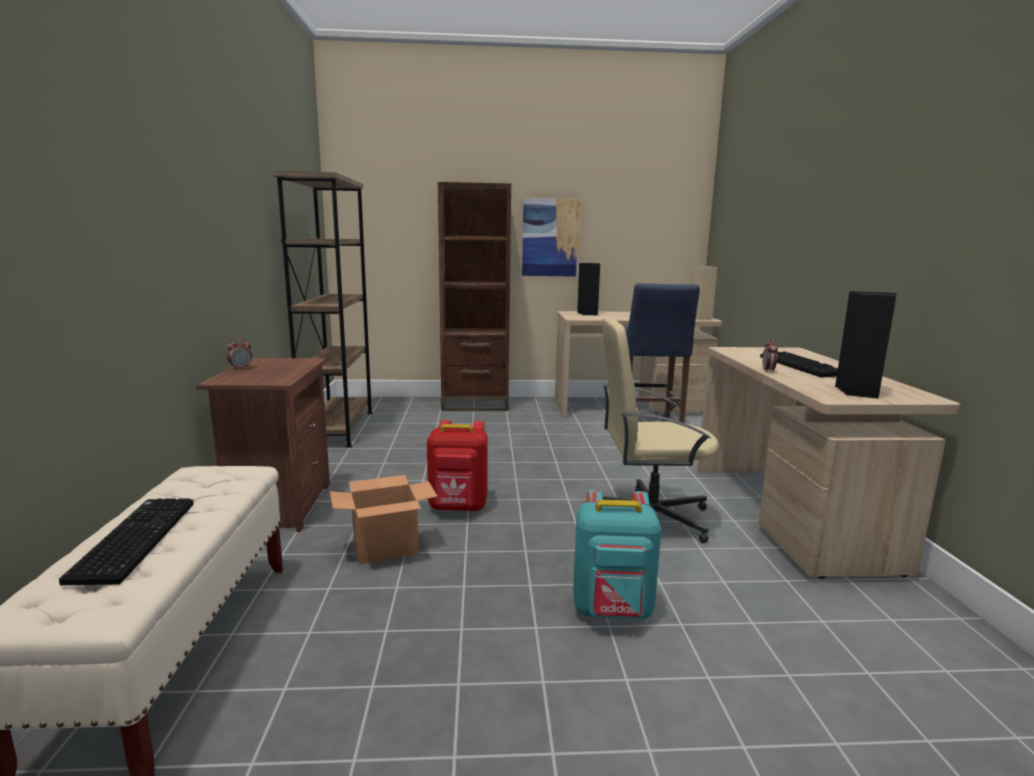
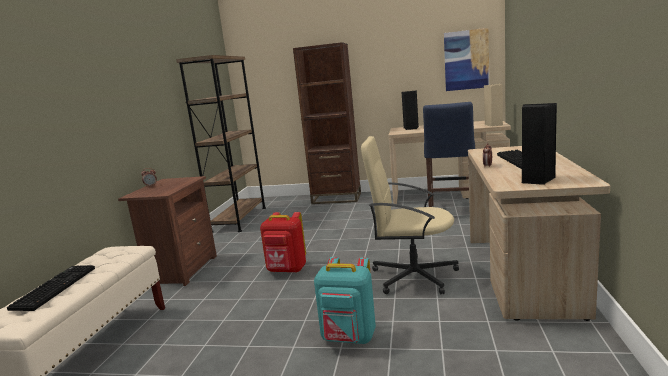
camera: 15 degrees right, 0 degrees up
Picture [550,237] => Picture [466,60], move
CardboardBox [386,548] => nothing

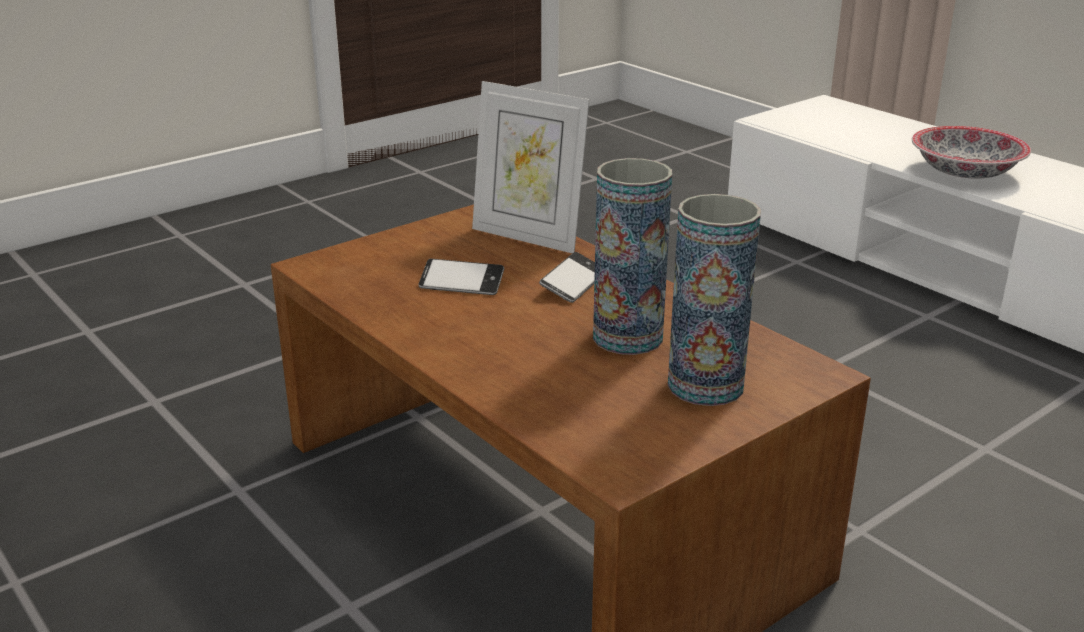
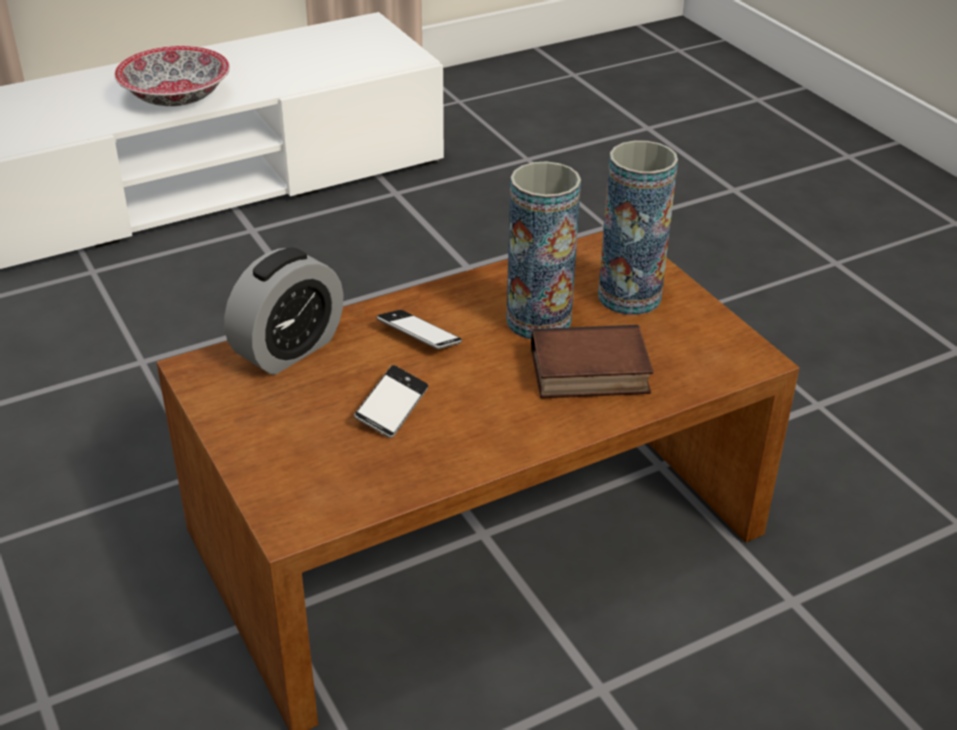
camera: 80 degrees left, 10 degrees up
PictureFrame [528,236] => AlarmClock [288,349]
nothing => Book [588,374]

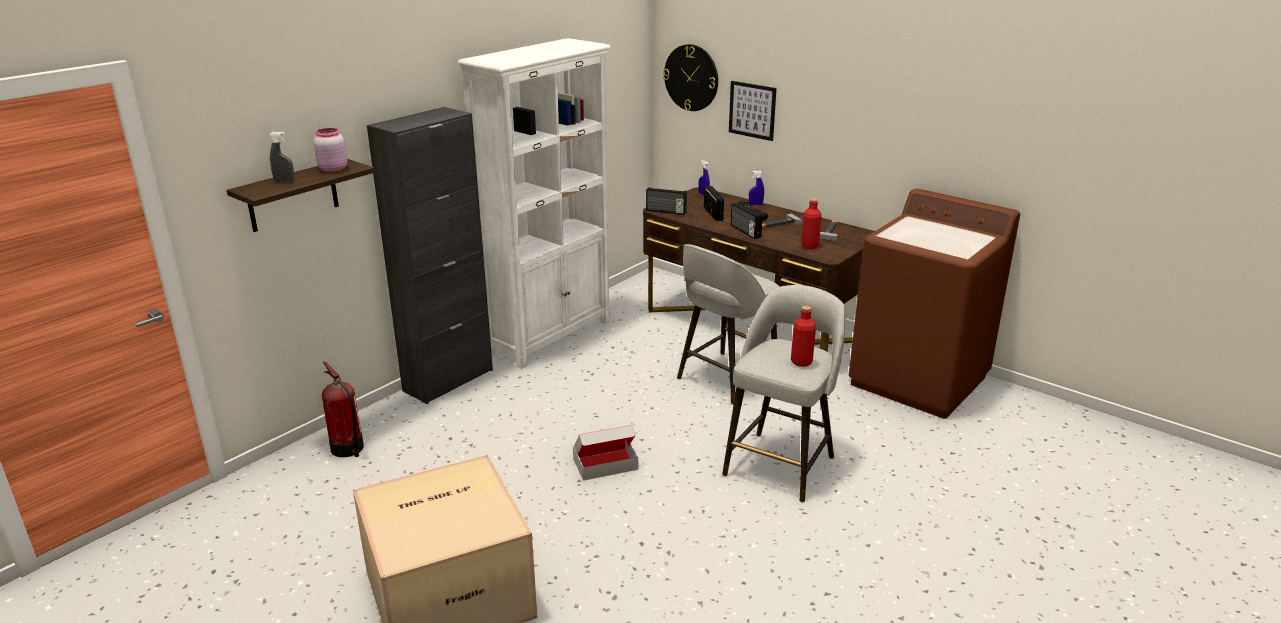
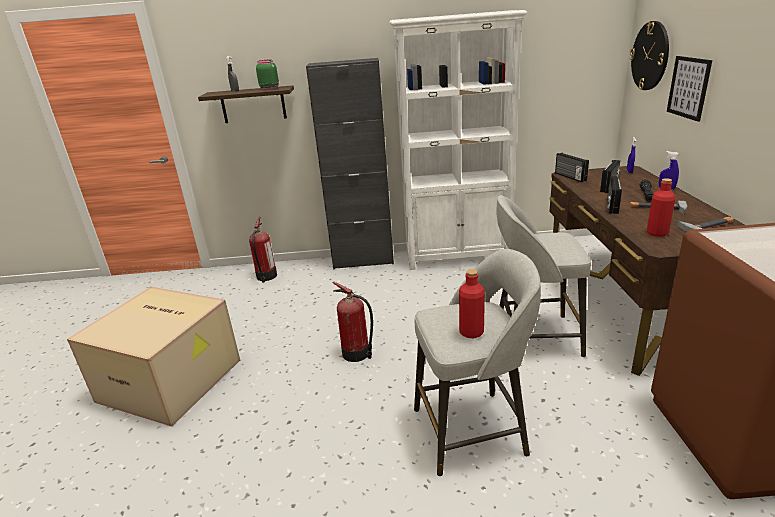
camera: 50 degrees right, 0 degrees up
PinkJar [332,169] => GreenJar [269,88]
CardboardBox [605,464] => FireExtinguisher [357,353]

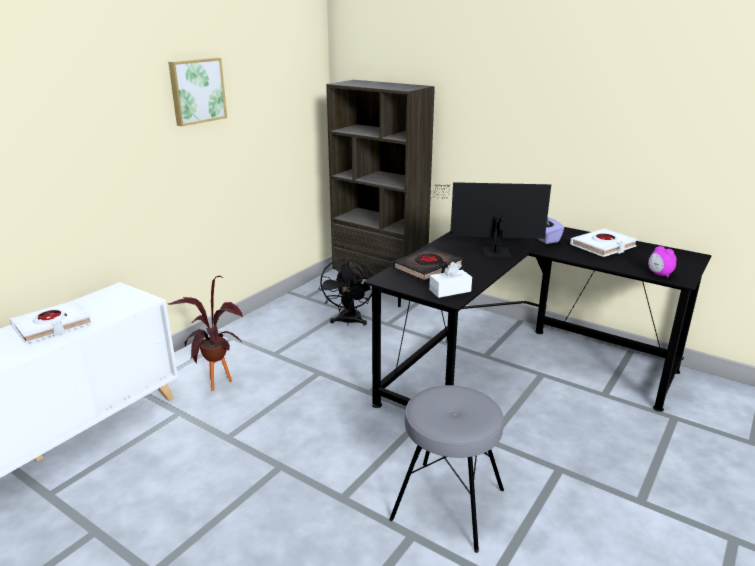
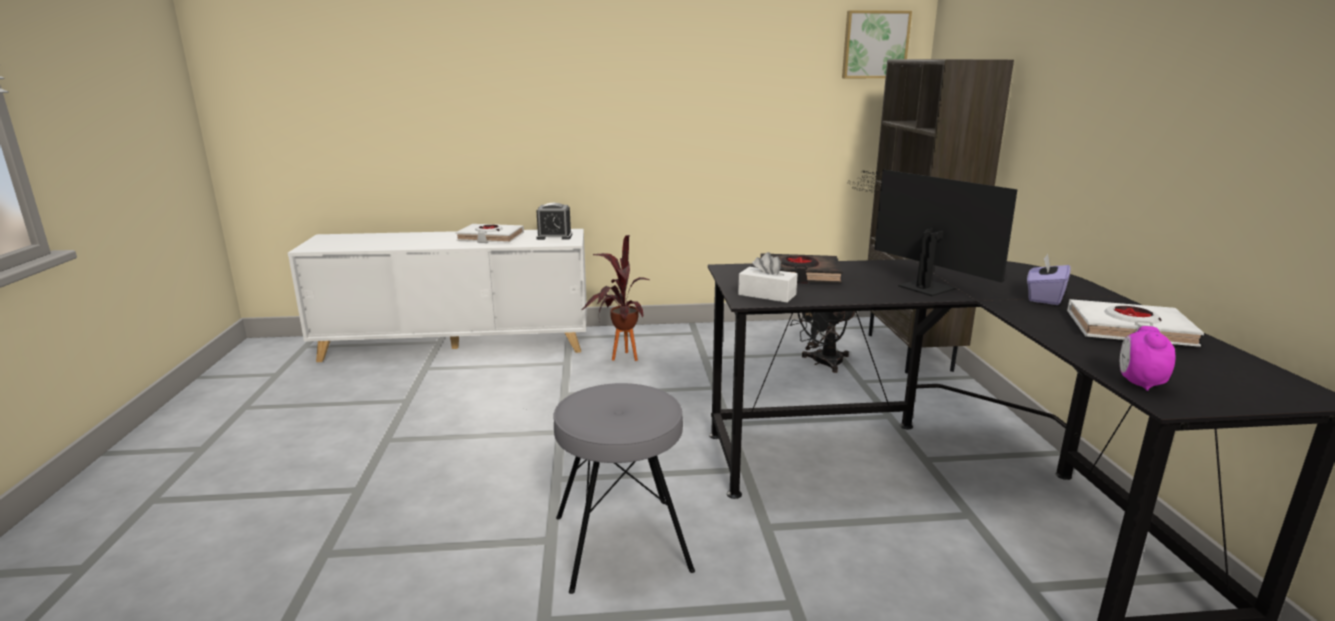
camera: 50 degrees right, 5 degrees down
nothing => AlarmClock [554,236]
Picture [196,91] => Picture [875,45], move

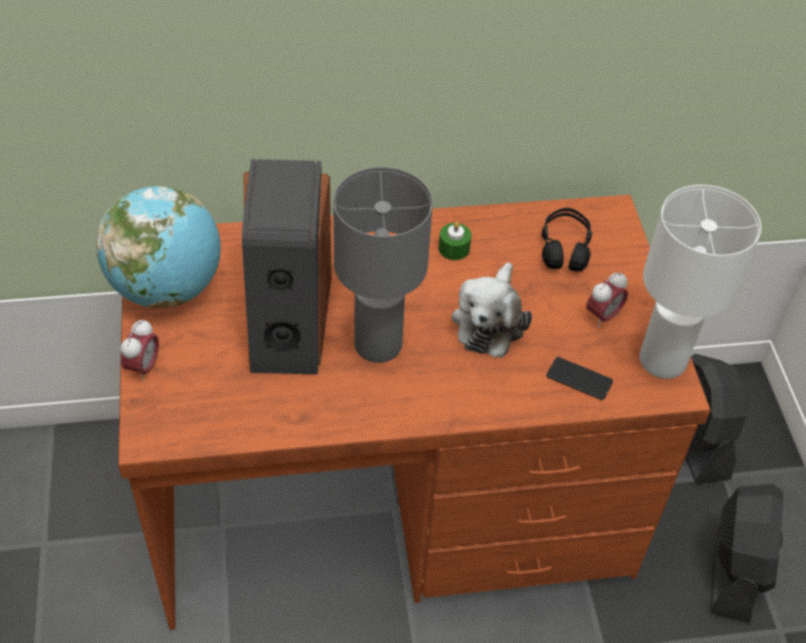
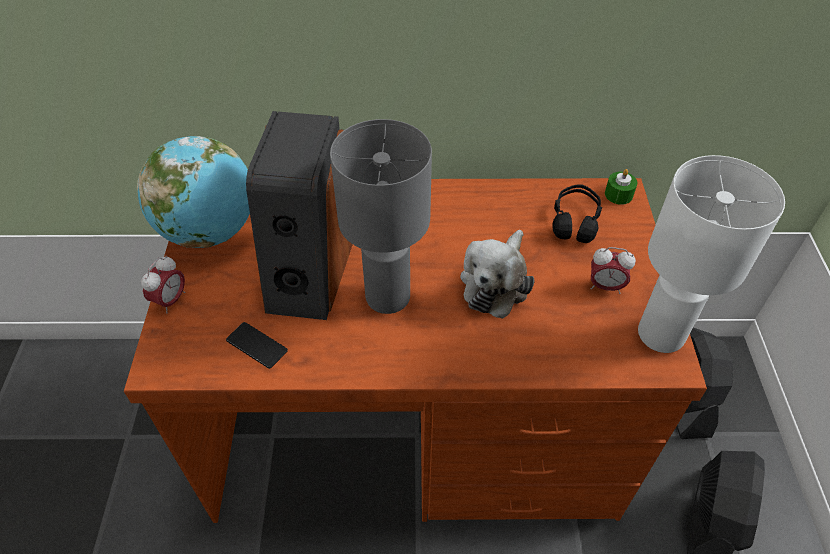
camera: 10 degrees right, 0 degrees up
Phone [579,379] => Phone [257,345], move
AlarmClock [603,316] => AlarmClock [605,286], 45 degrees clockwise
GreenCandle [454,248] => GreenCandle [618,194], move

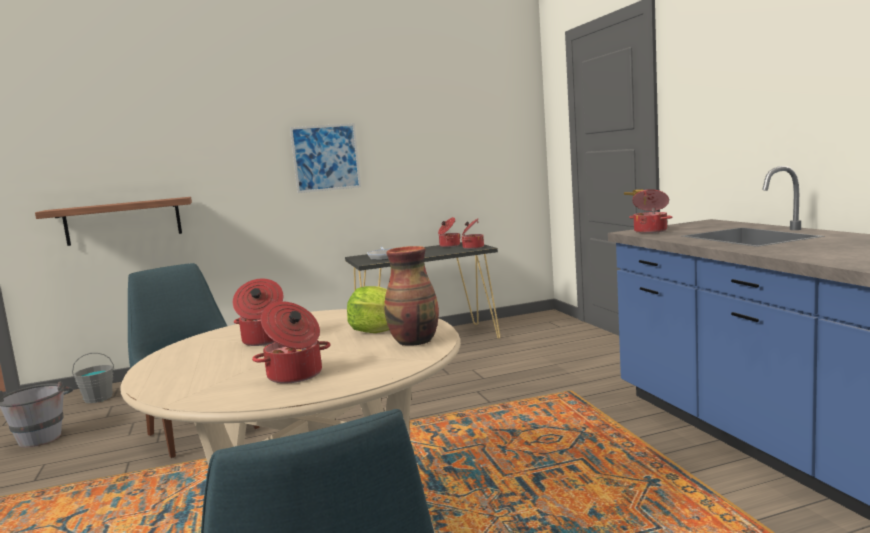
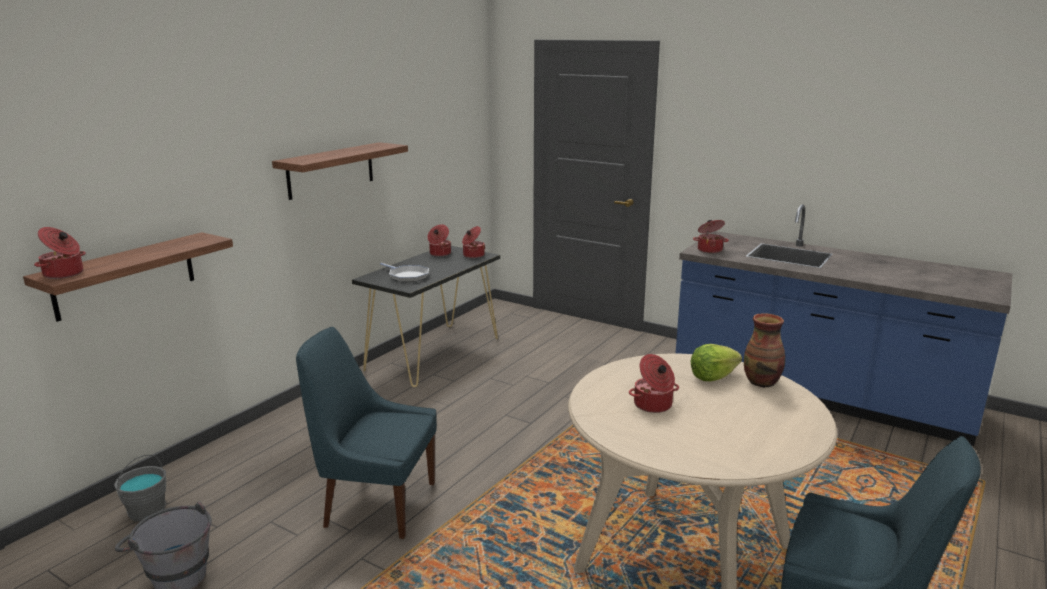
camera: 40 degrees left, 10 degrees up
CookingPot [295,375] => CookingPot [64,274], move
Picture [326,158] => Shelf [331,170]

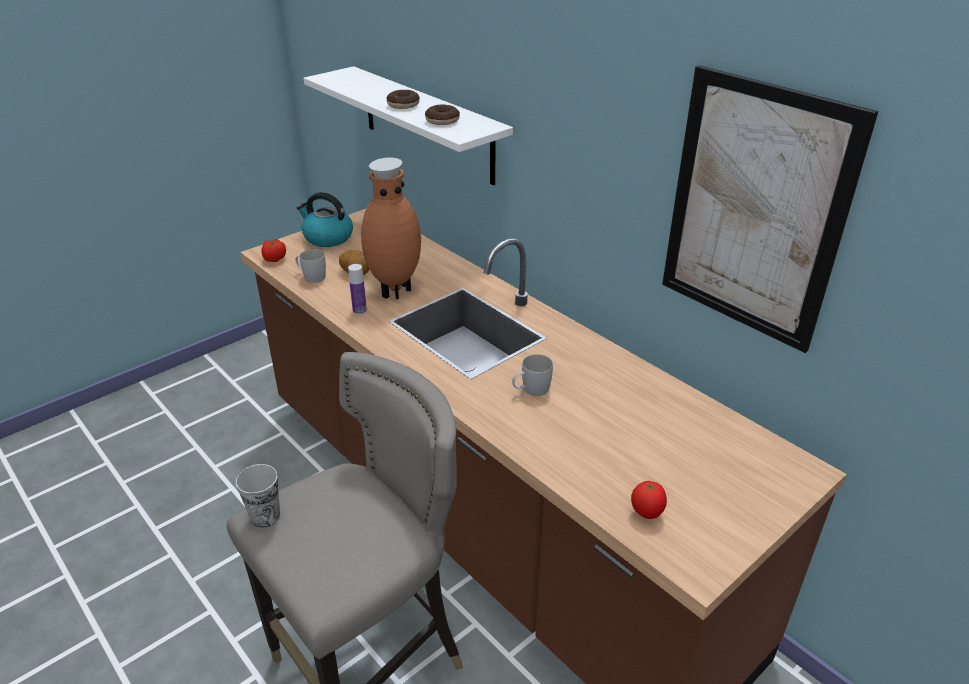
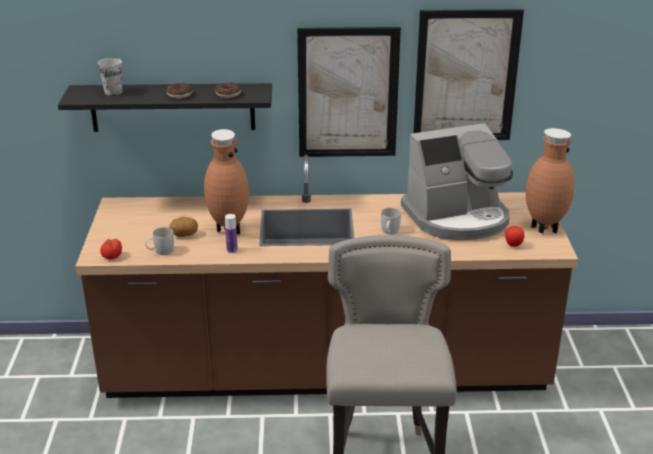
camera: 50 degrees left, 5 degrees down
WhiteShelf [426,124] => BlackShelf [172,107]
Cup [265,516] => Cup [113,92], move
nothing => Picture [348,93]
nothing => CoffeeMachine [457,218]
nothing => BrownVase [543,229]
Kettle [327,237] => nothing

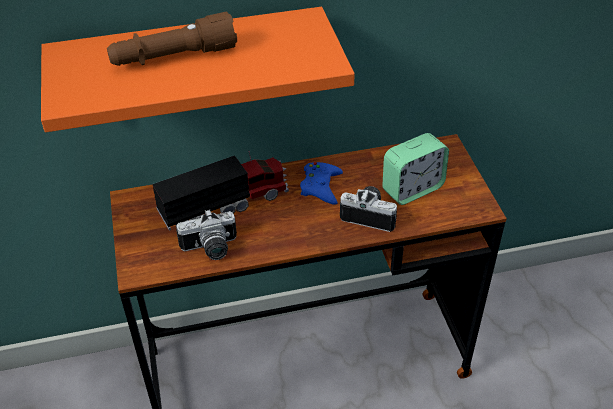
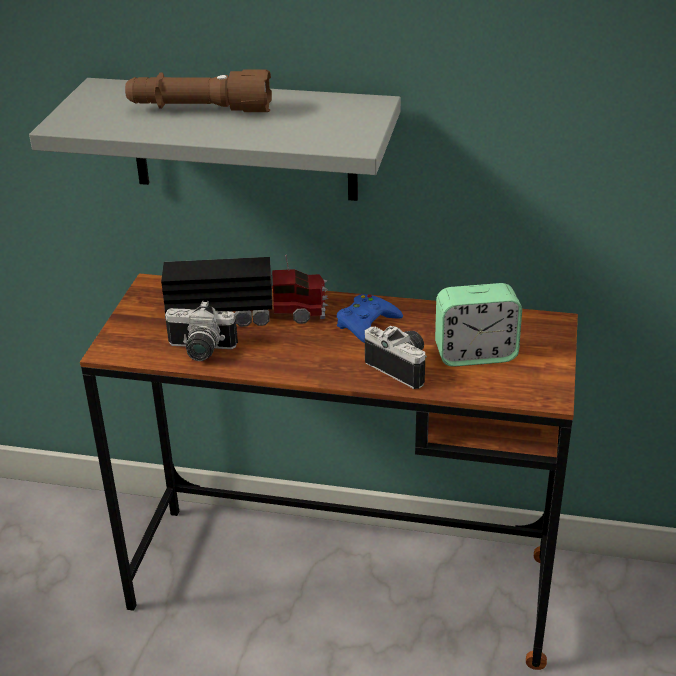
camera: 25 degrees right, 10 degrees down
OrangeShelf [191,66] => GreyShelf [243,140]

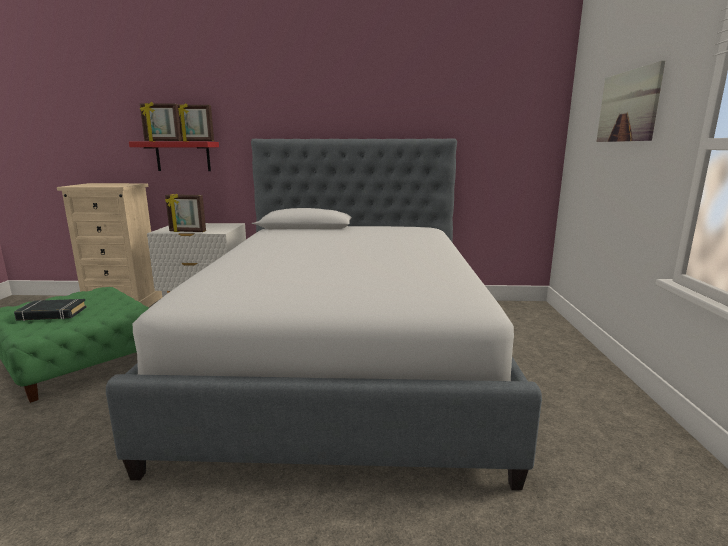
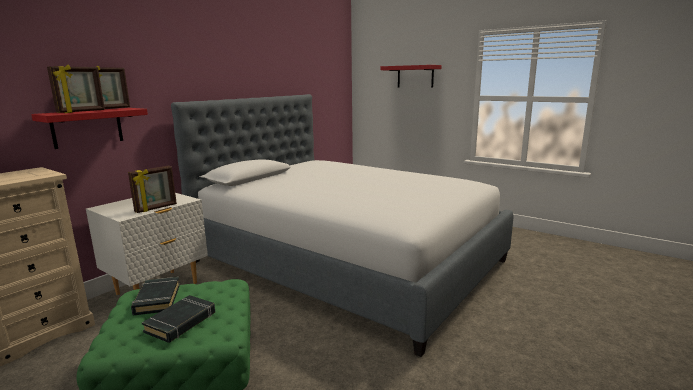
camera: 55 degrees left, 0 degrees up
nothing => BlackBook [157,299]
Picture [628,106] => RedShelf [415,76]

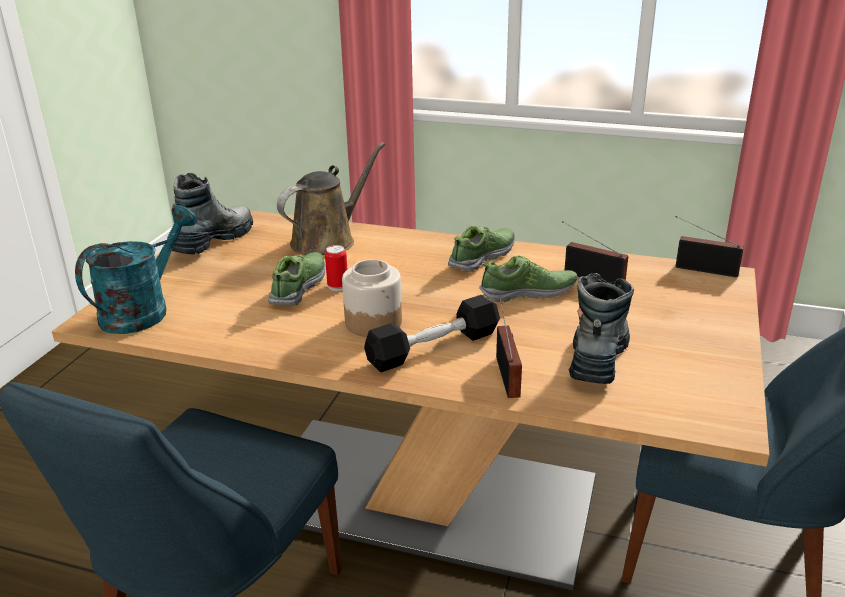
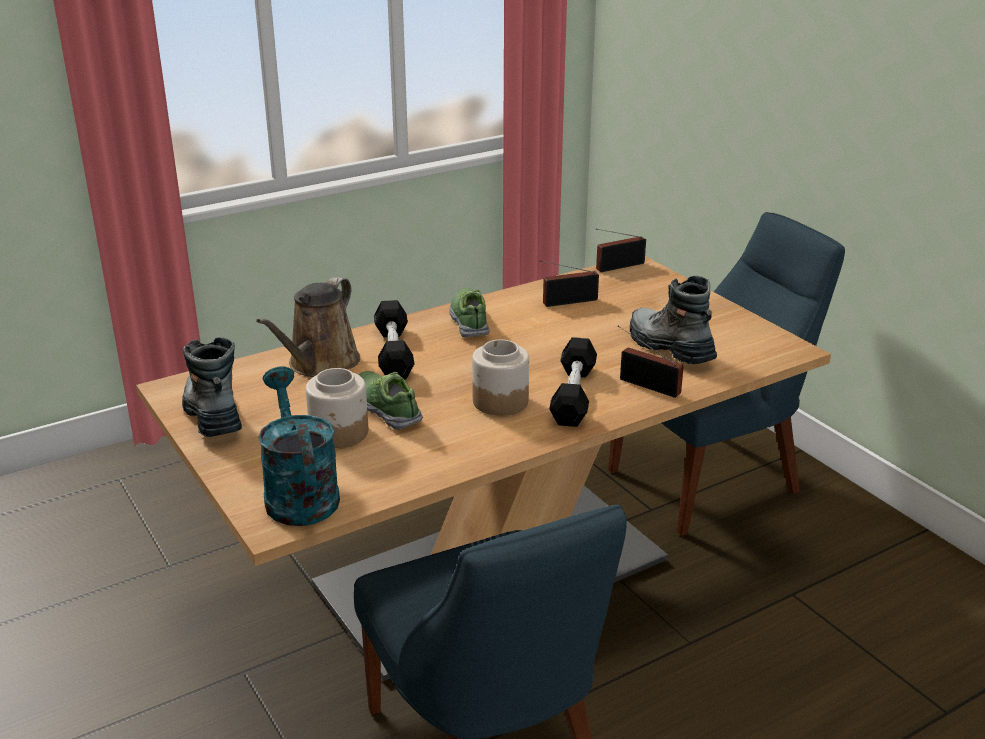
camera: 50 degrees left, 0 degrees up
BrownWateringCan [328,240] => BrownWateringCan [320,364], 150 degrees counterclockwise
nothing => Jar [339,433]
nothing => BlackDumbbell [393,352]
Can [338,286] => nothing
Shoe [528,293] => nothing

